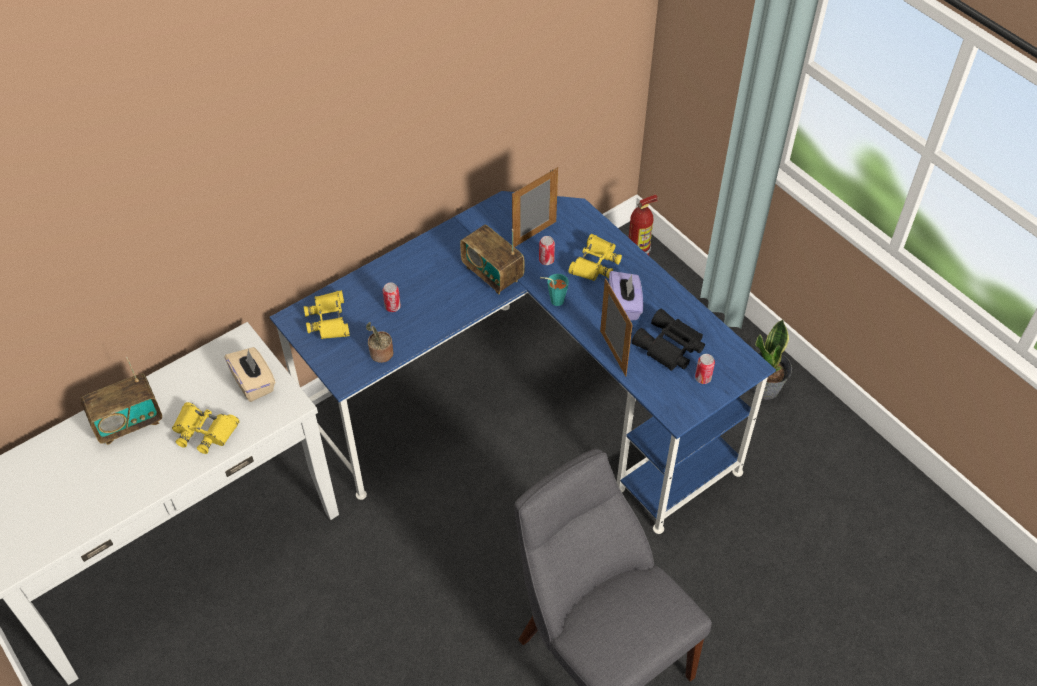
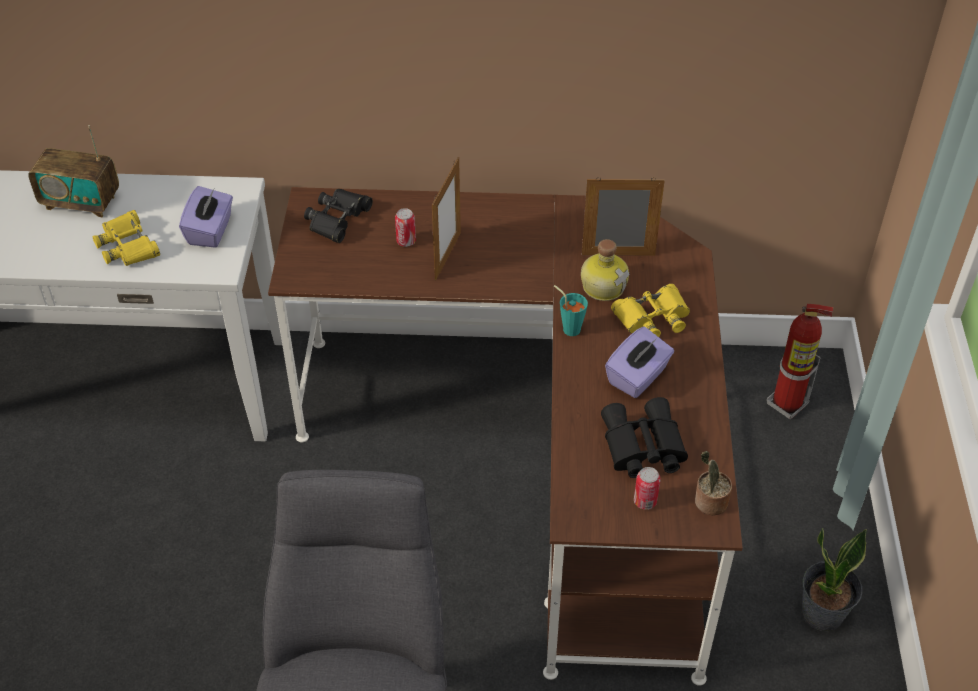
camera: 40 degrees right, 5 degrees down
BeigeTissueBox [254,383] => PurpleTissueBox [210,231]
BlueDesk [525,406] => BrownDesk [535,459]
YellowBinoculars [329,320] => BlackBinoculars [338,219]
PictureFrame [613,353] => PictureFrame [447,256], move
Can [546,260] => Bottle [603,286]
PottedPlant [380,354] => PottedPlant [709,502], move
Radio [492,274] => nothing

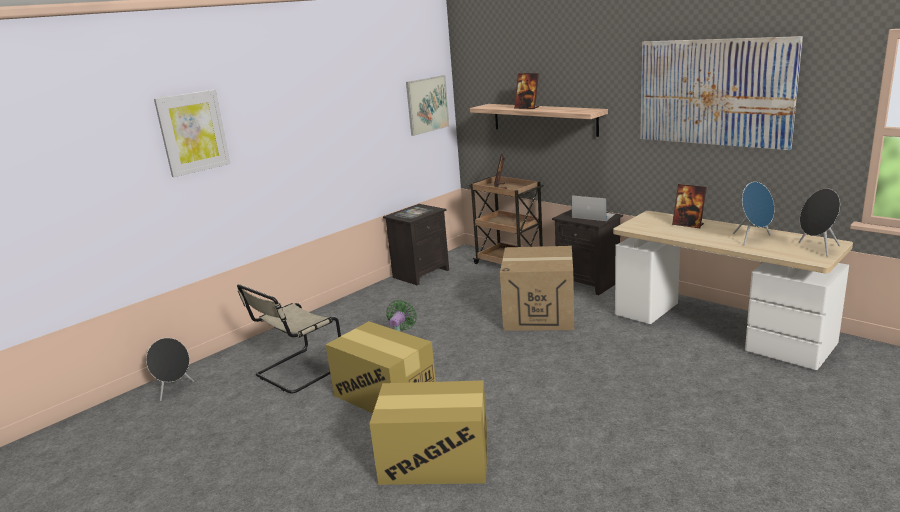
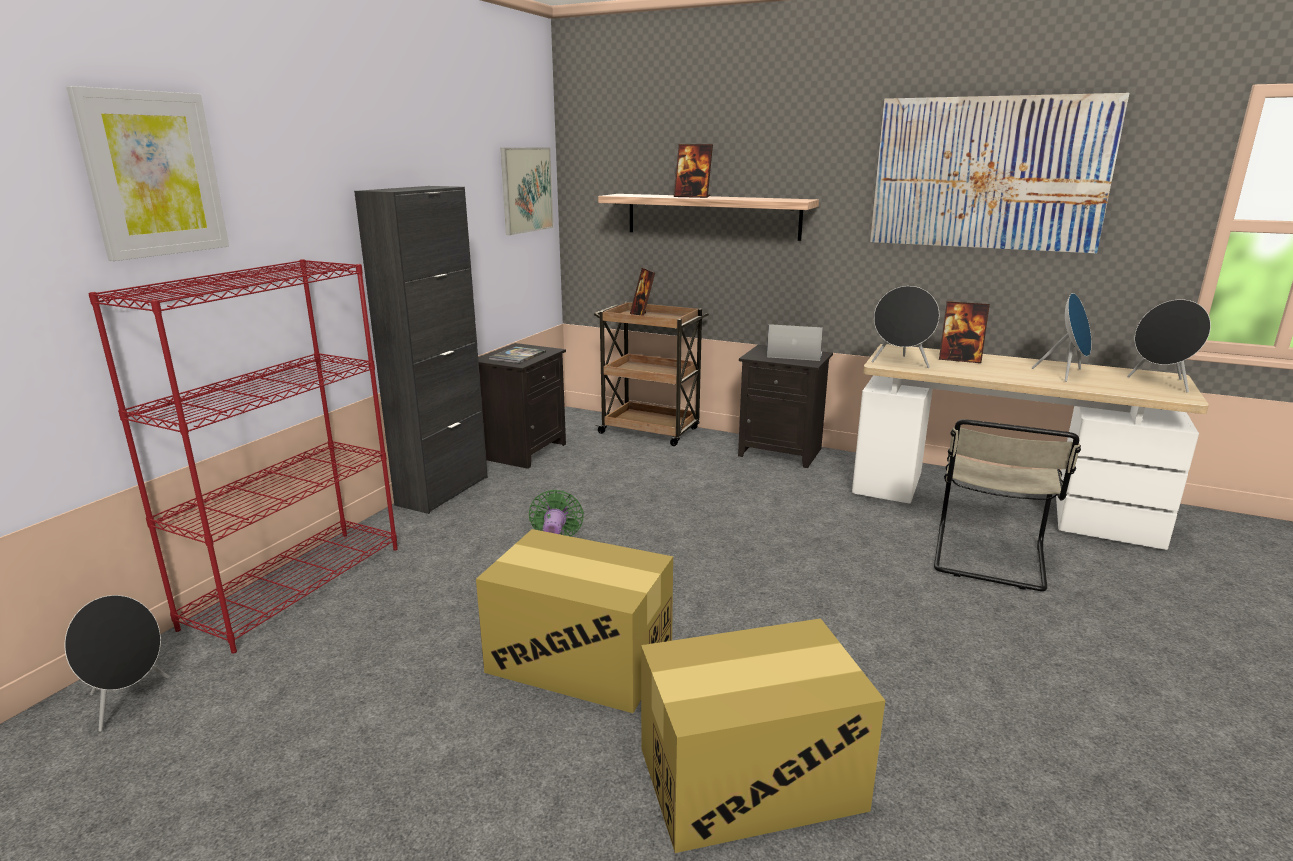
camera: 20 degrees left, 0 degrees up
nothing => RedBookcase [297,585]
nothing => BlackCabinet [443,491]
nothing => BlackSpeaker [901,363]
BeigeChair [297,372] => BeigeChair [989,560], move
CardboardBox [539,314] => nothing

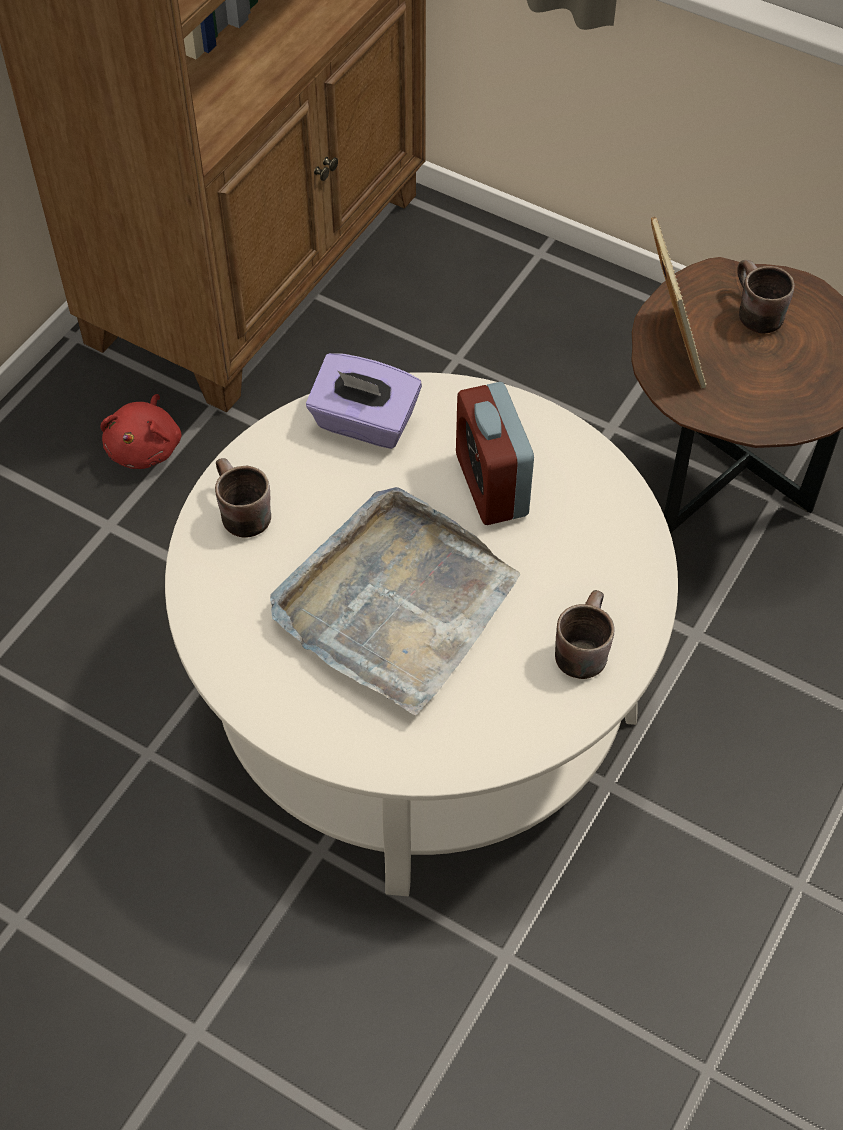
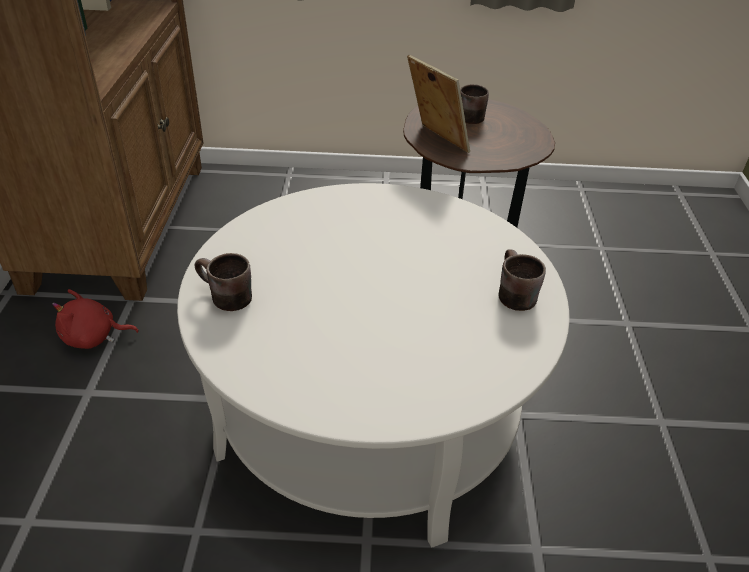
camera: 30 degrees left, 15 degrees down
RedPlushToy [146,447] => RedPlushToy [93,337], 105 degrees clockwise
GreyTray [395,604] => nothing
PurpleTissueBox [364,423] => nothing
AlarmClock [491,485] => nothing

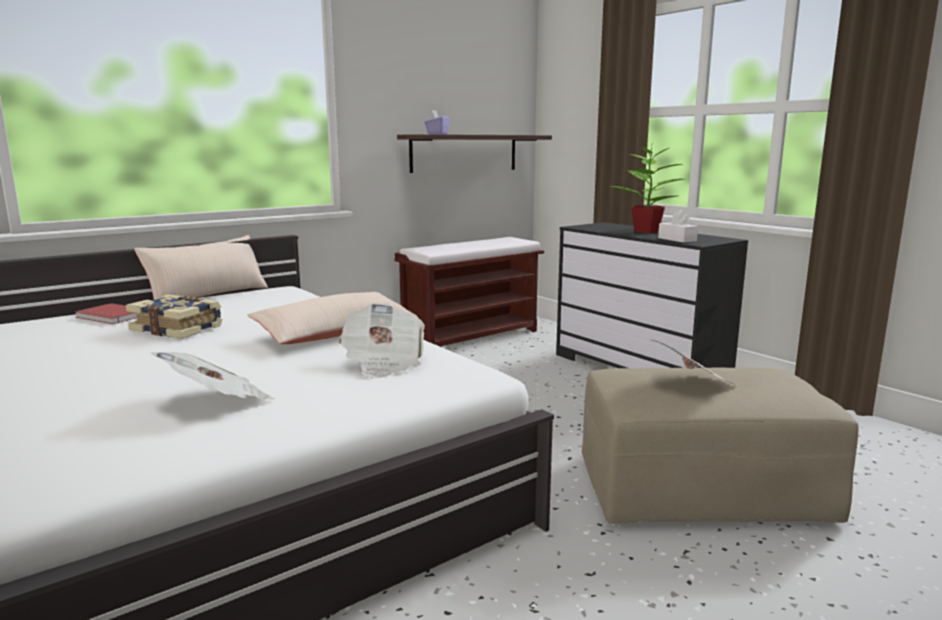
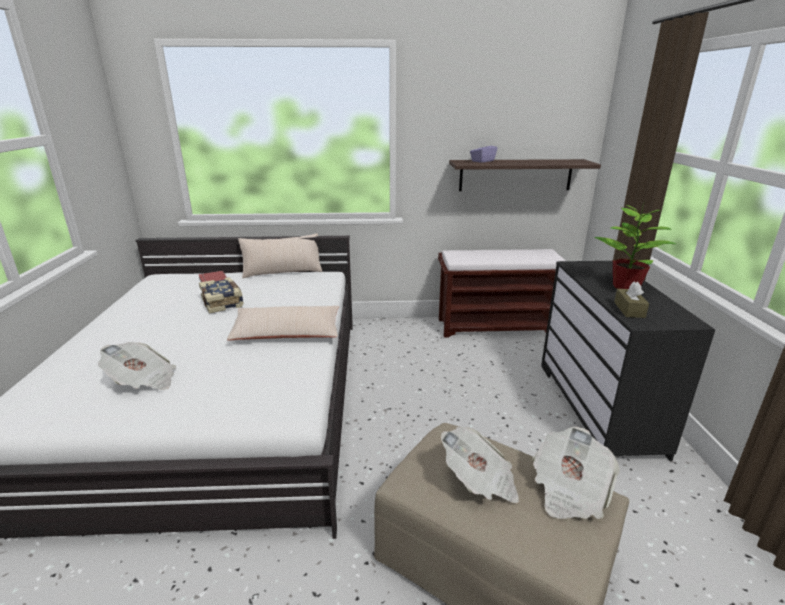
camera: 35 degrees right, 10 degrees up
Newspaper [383,363] => Newspaper [569,490], move
WhiteTissueBox [677,239] => BrownTissueBox [629,310]

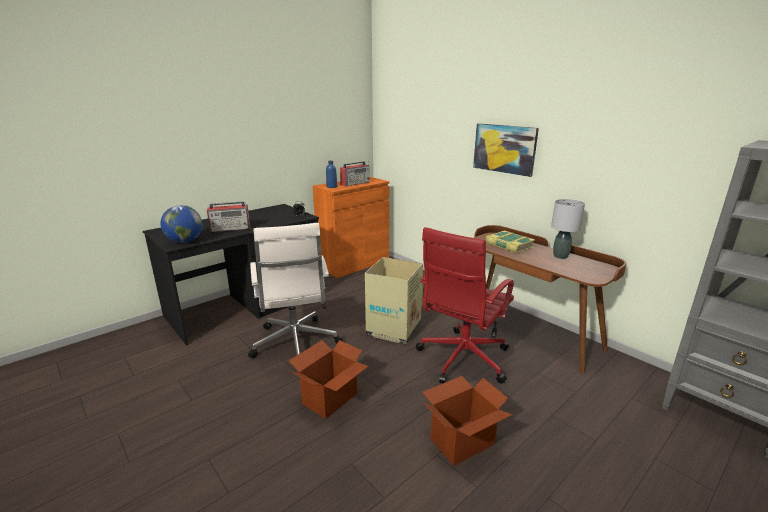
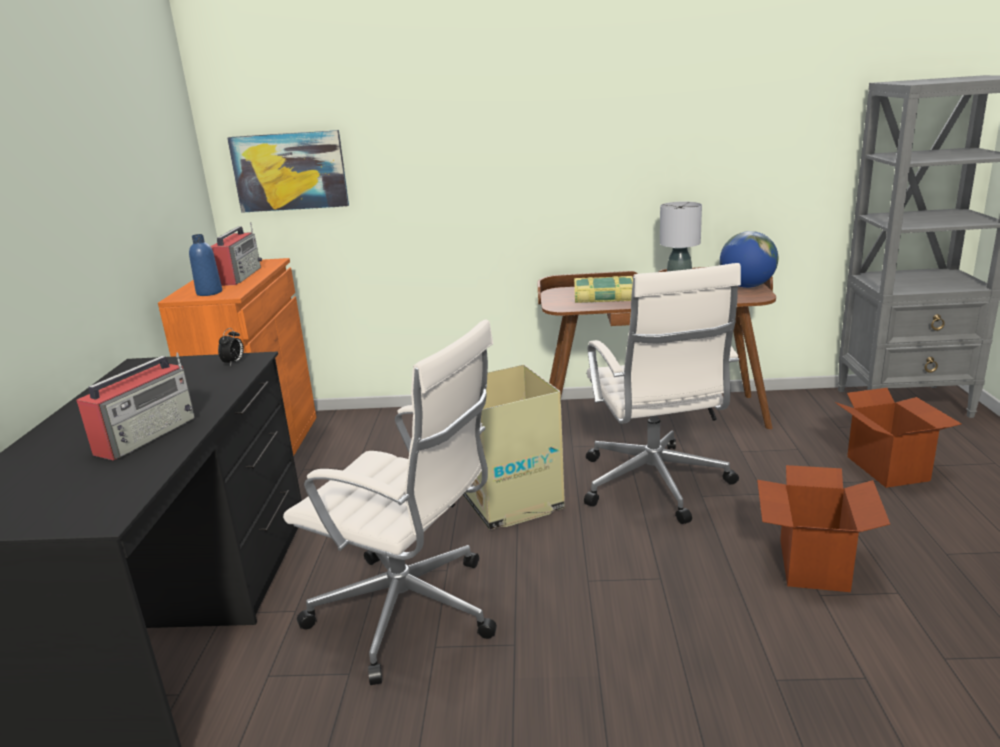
camera: 45 degrees left, 0 degrees up
Picture [504,149] => Picture [290,171], move
RedOfficeChair [462,359] => WhiteOfficeChair [654,485]
Globe [185,241] => Globe [747,286], move
CardboardBox [330,399] => CardboardBox [888,468], move

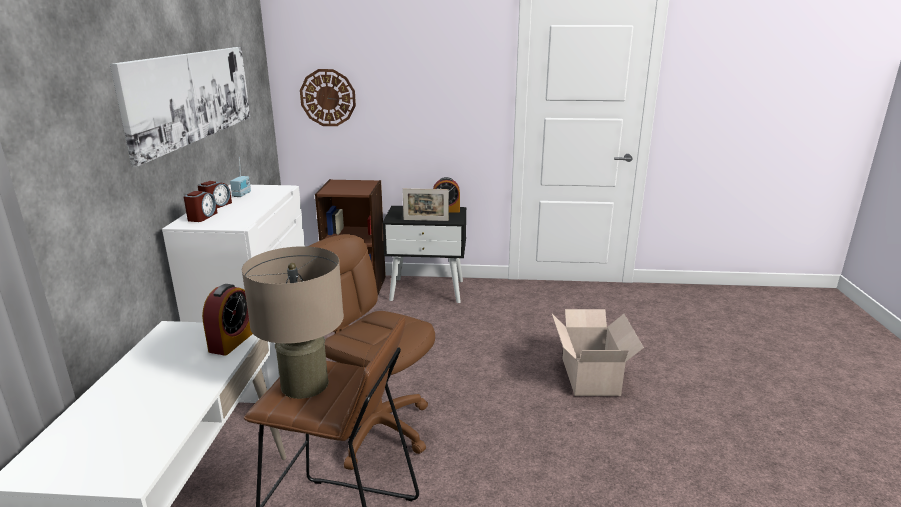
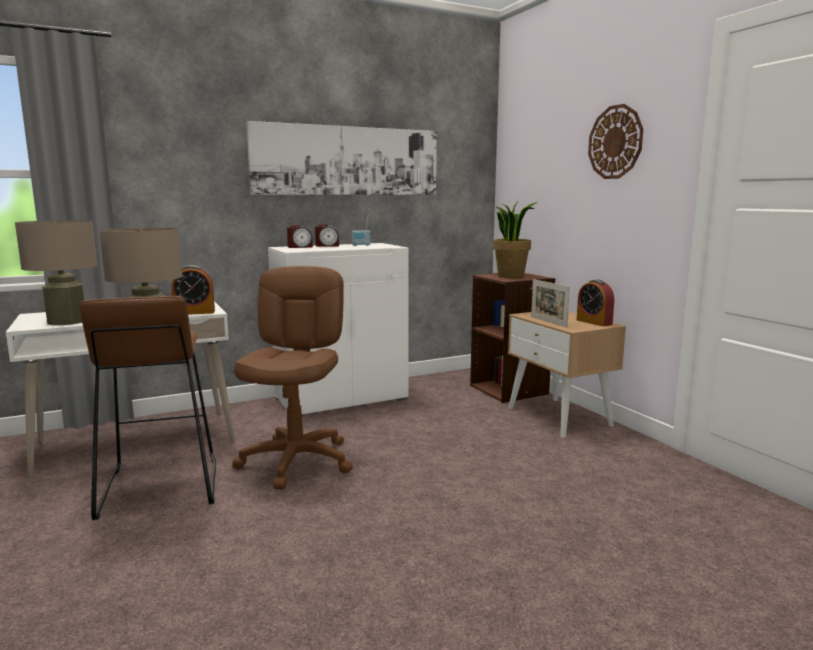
camera: 60 degrees right, 10 degrees down
nothing => BeigeTableLamp [67,321]
nothing => PottedPlant [511,276]
BlackNightstand [427,290] => BeigeNightstand [559,417]
WallClock [328,97] => WallClock [615,142], move
CardboardBox [590,375] => nothing

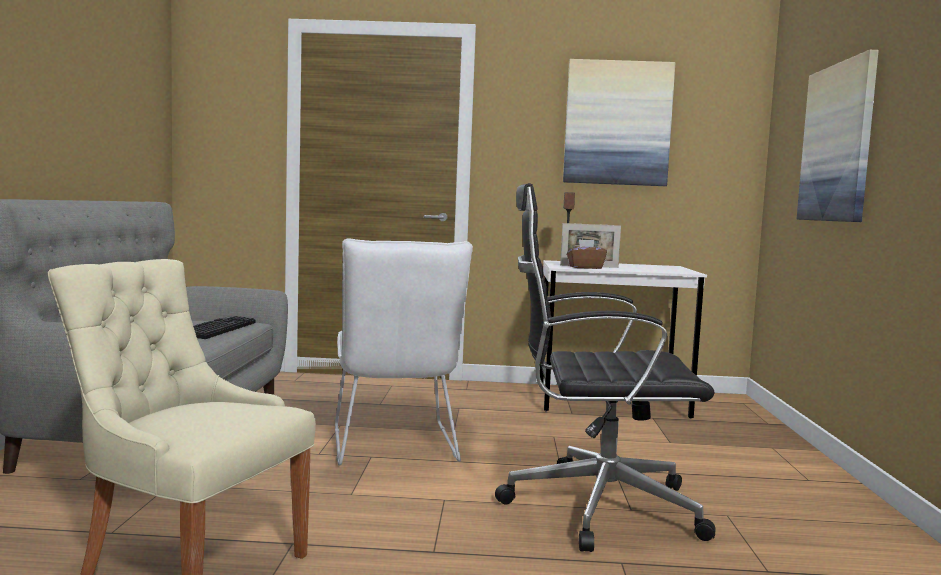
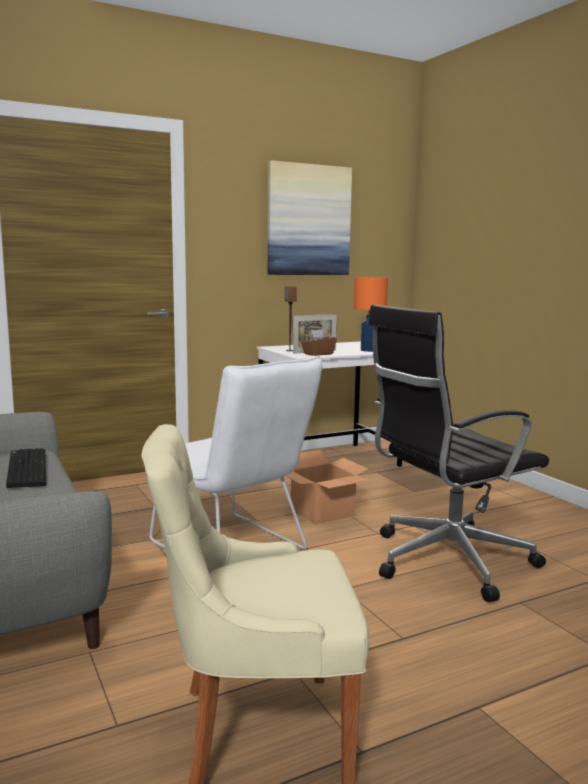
camera: 30 degrees left, 5 degrees up
nothing => CardboardBox [322,512]
nothing => OrangeTableLamp [368,350]
Picture [838,143] => nothing

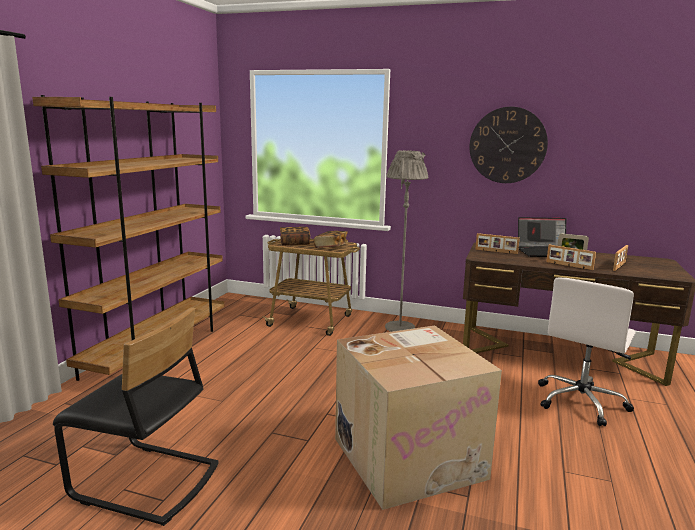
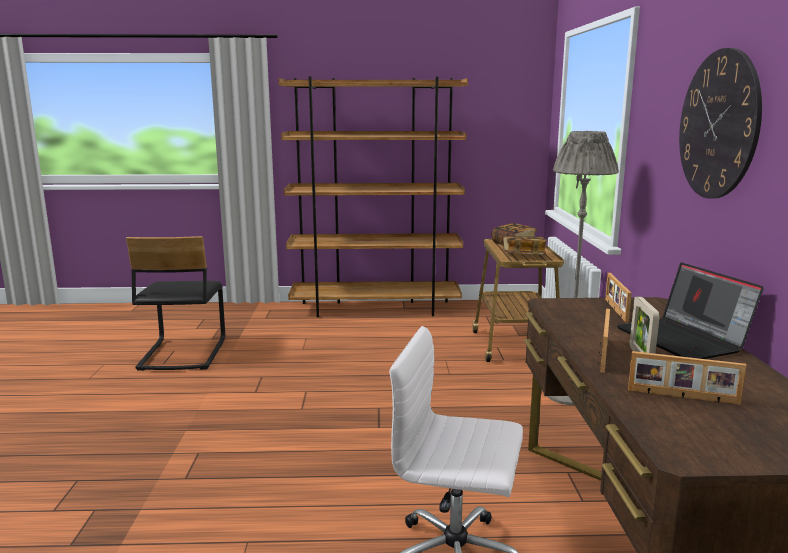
camera: 70 degrees right, 0 degrees up
CardboardBox [409,456] => nothing

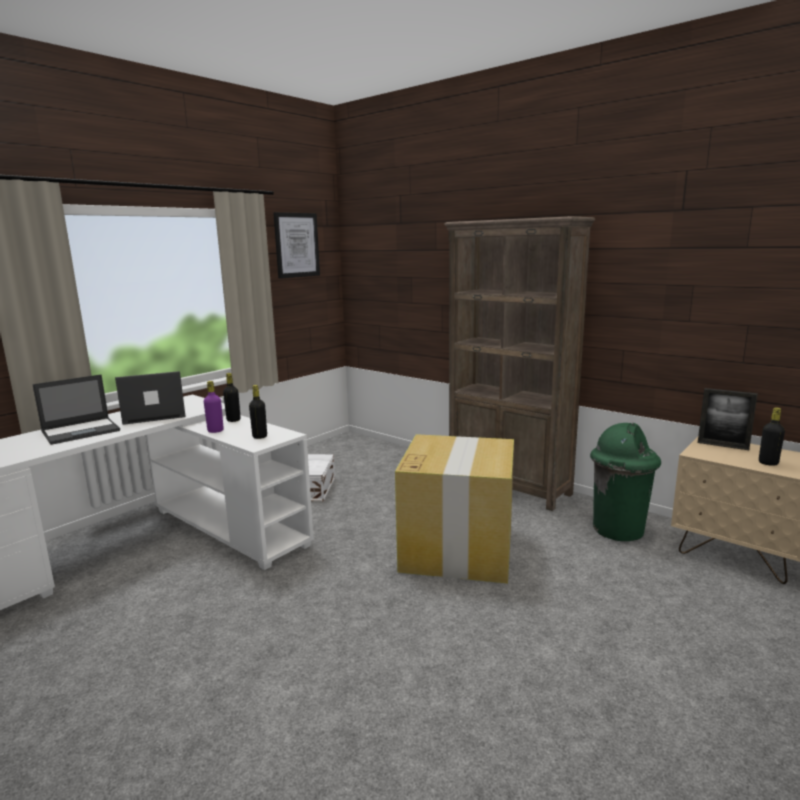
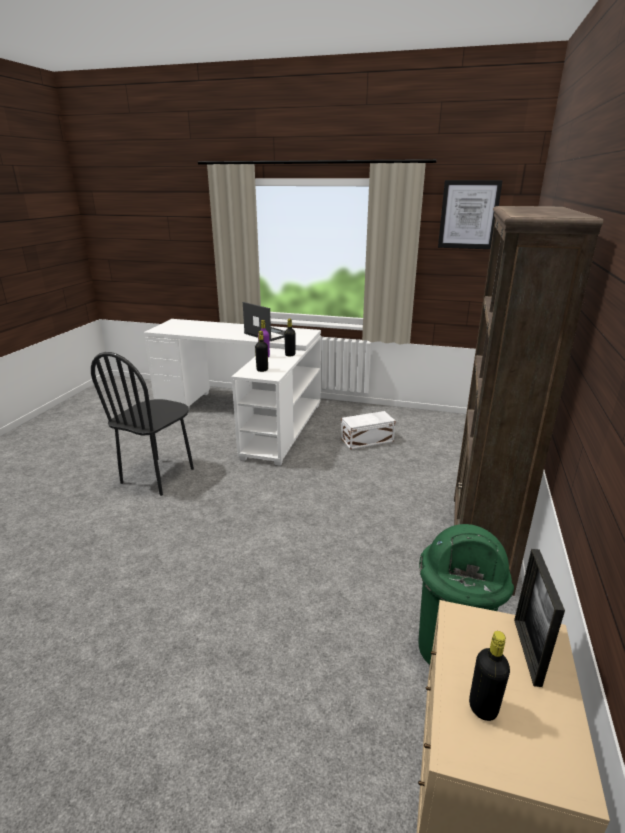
camera: 65 degrees right, 10 degrees up
nothing => BlackChair [158,476]
Laptop [82,431] => nothing
CardboardBox [458,548] => nothing

